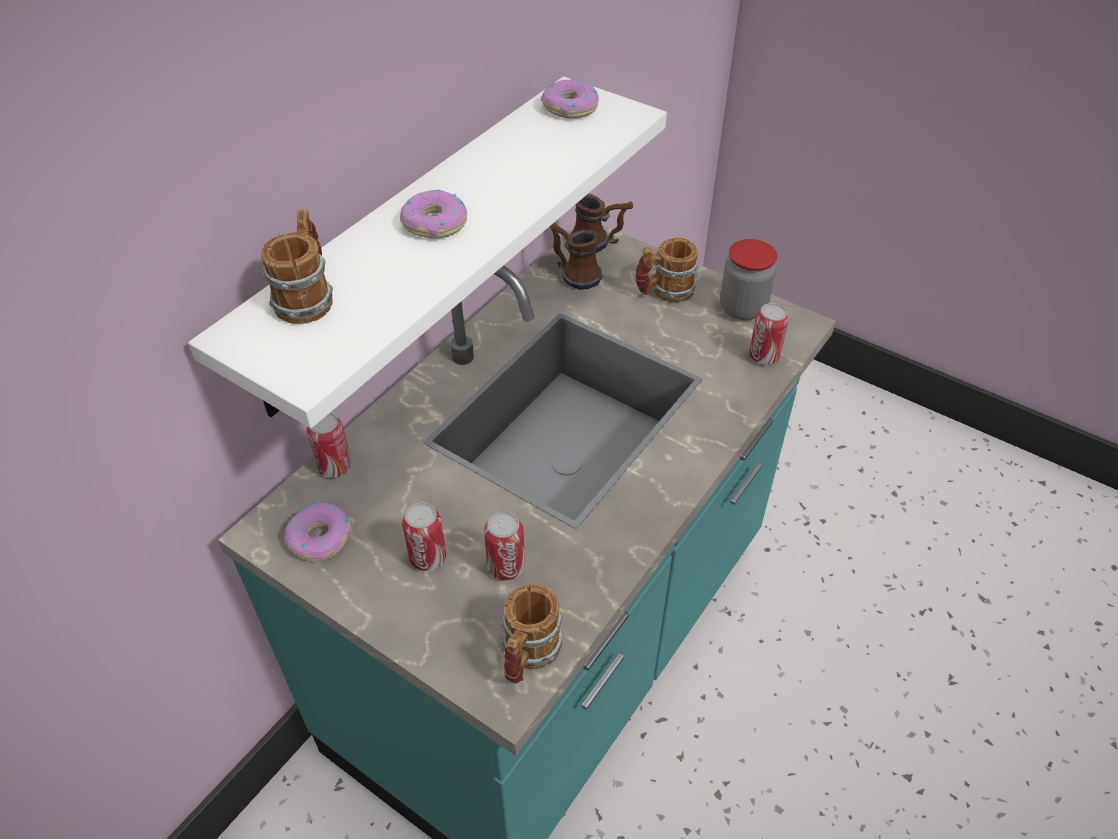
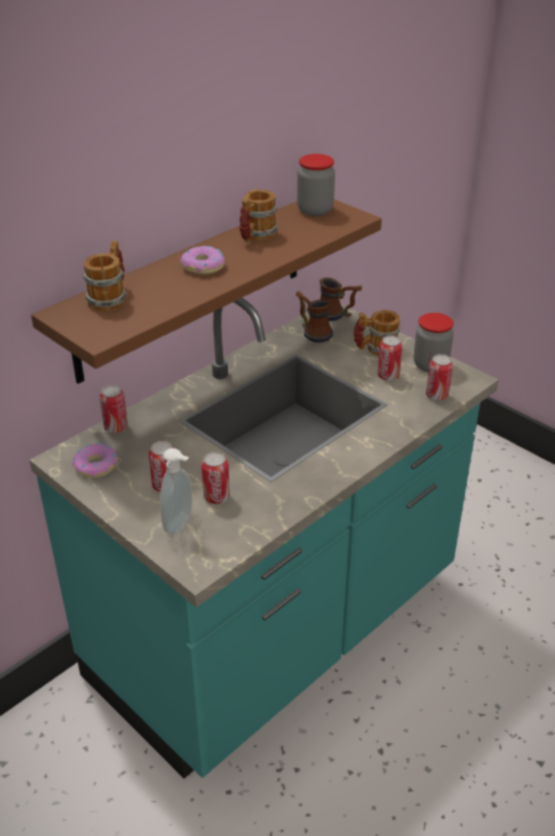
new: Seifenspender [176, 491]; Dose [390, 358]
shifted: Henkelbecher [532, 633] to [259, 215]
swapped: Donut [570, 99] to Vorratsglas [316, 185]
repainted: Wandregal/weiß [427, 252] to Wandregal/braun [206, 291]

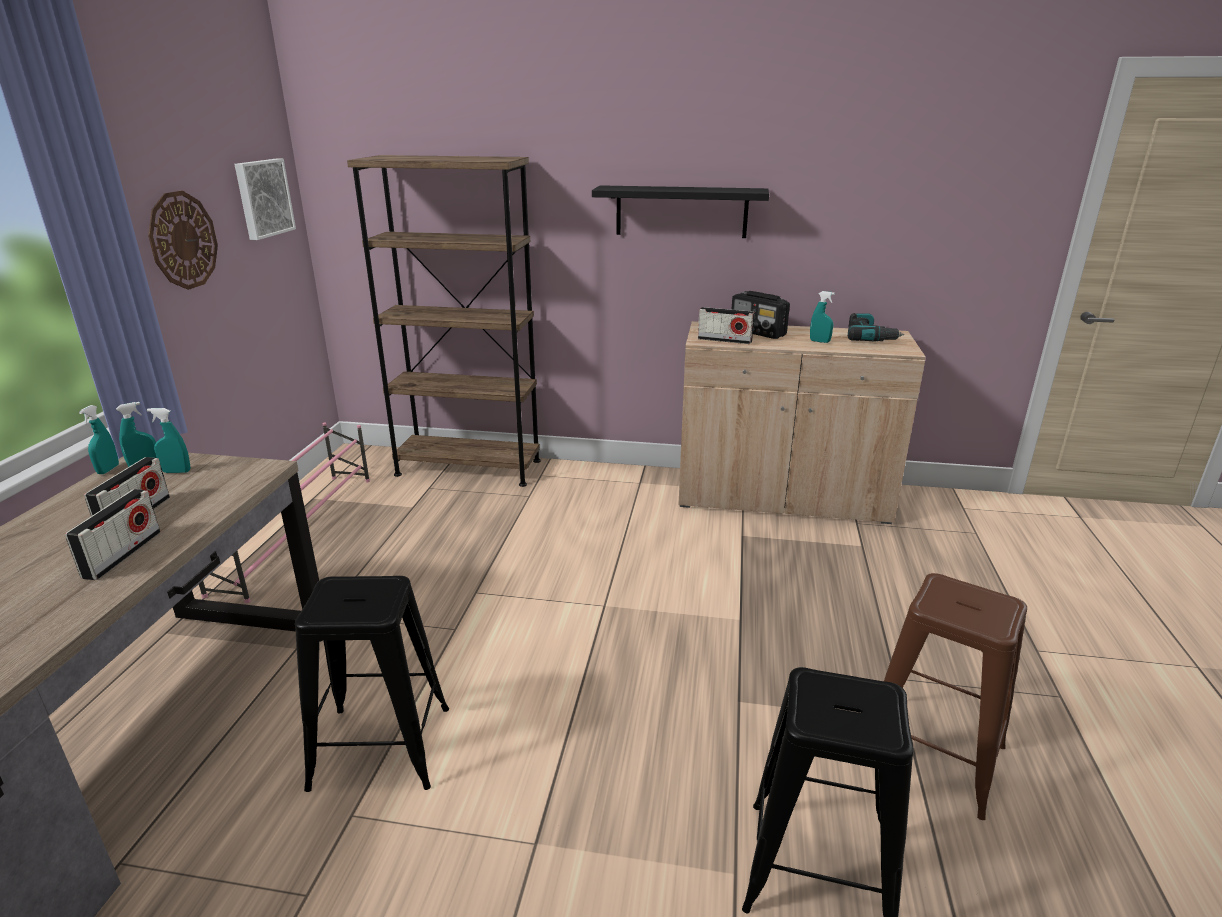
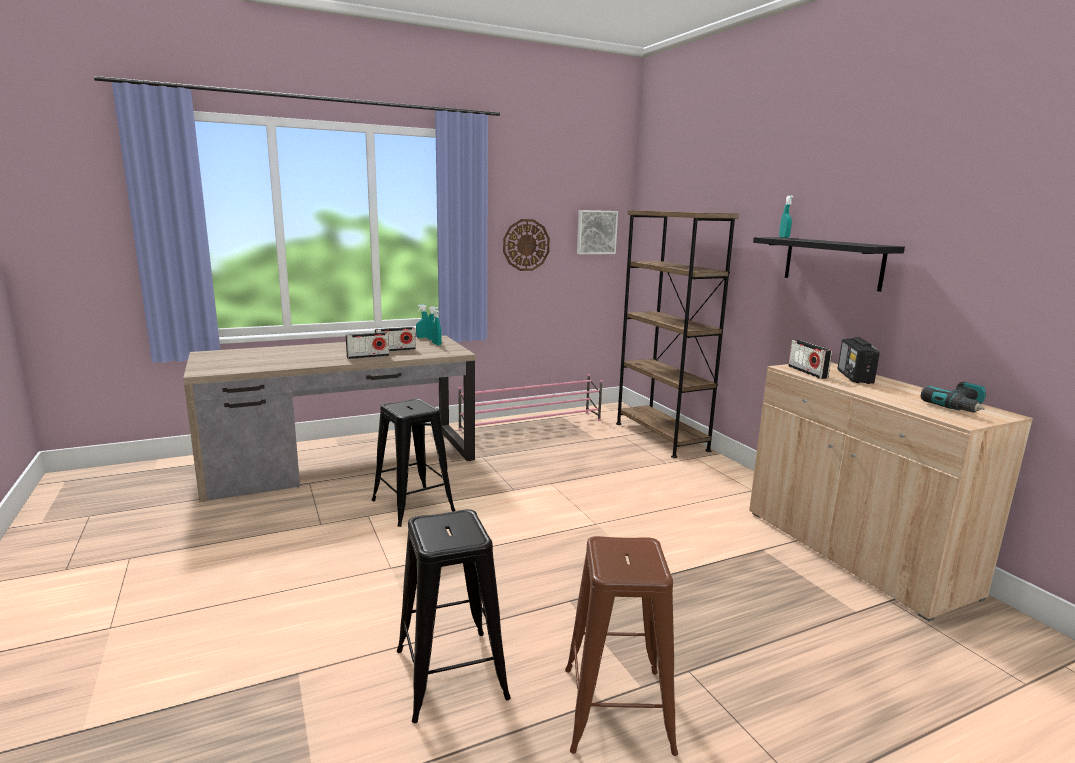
shifted: Sprühflasche/türkis [822, 317] to [786, 217]

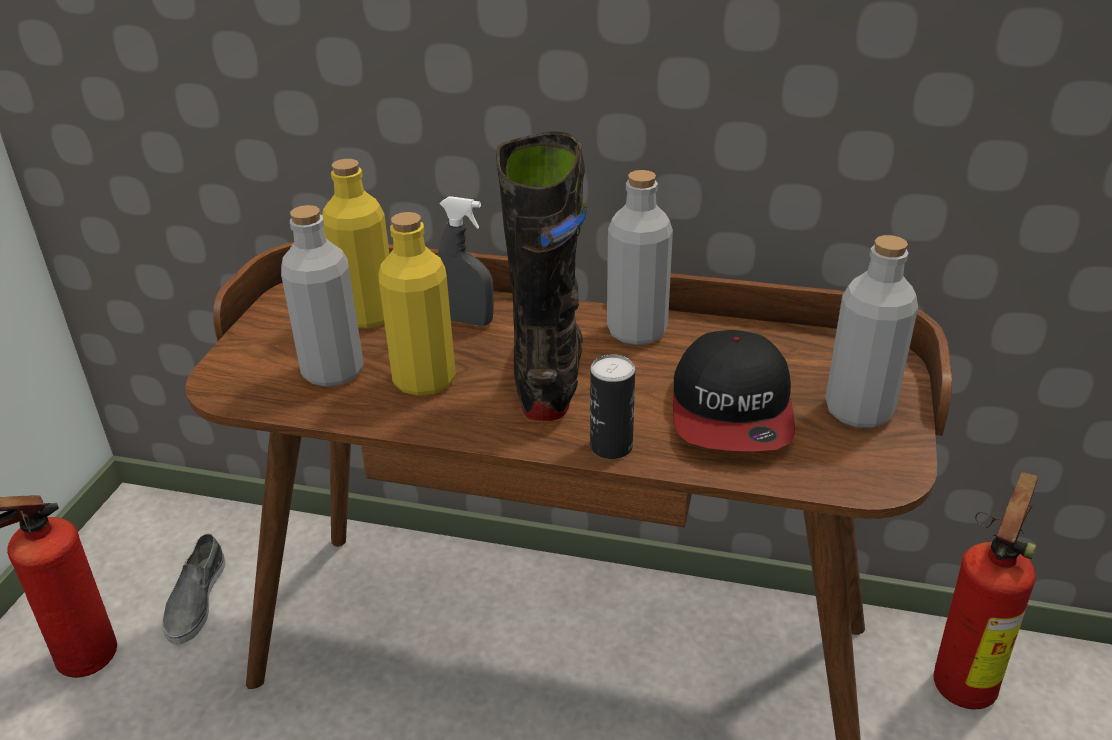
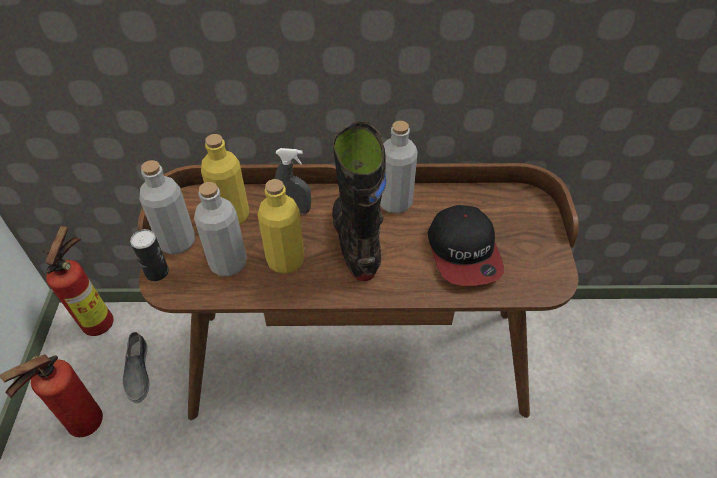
shifted: Dose [612, 407] to [149, 255]; Flasche/grau [871, 331] to [167, 207]; Feuerlöscher [985, 590] to [78, 281]

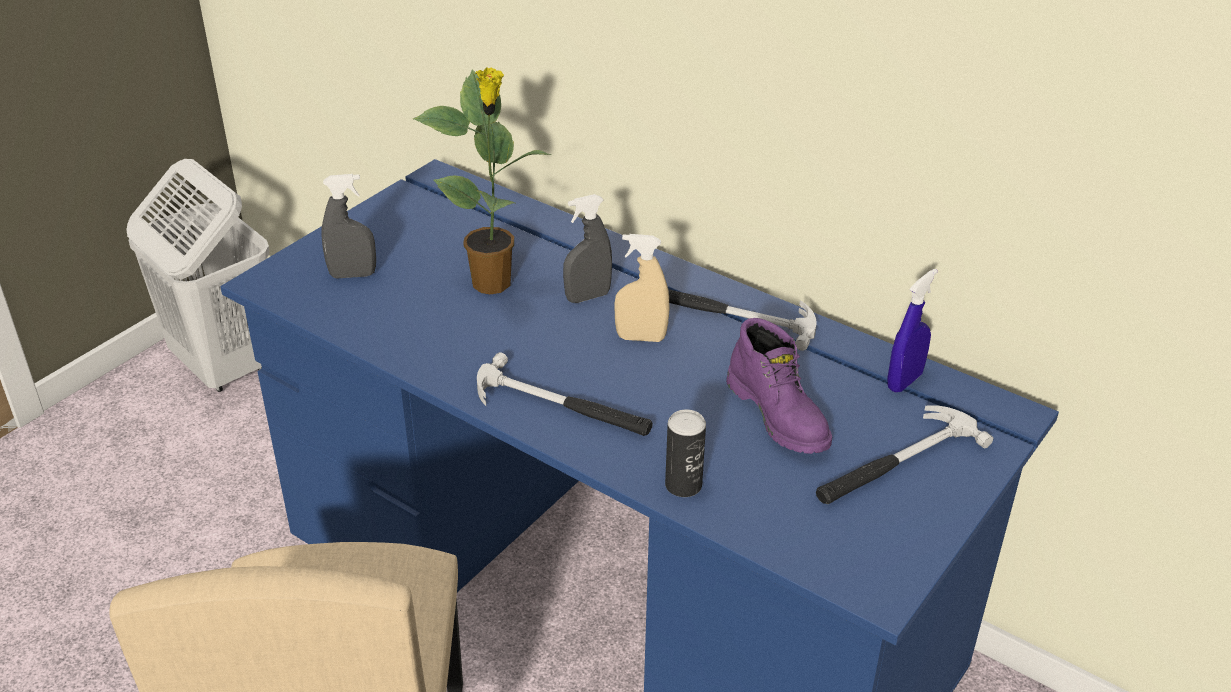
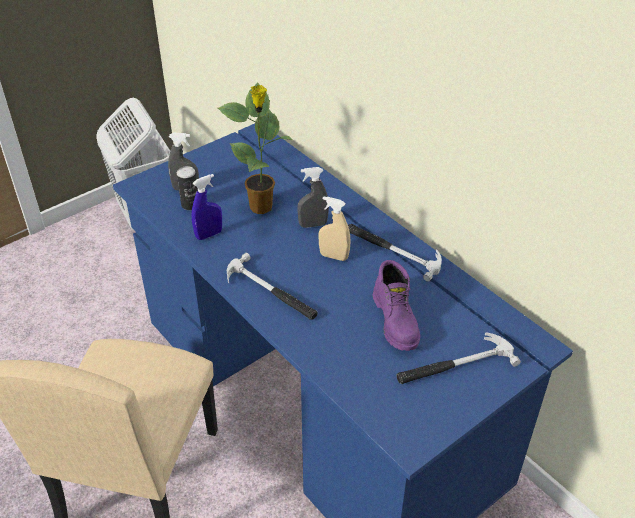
shifted: Dose [685, 453] to [187, 188]; Sprühflasche/blau [912, 331] to [207, 207]

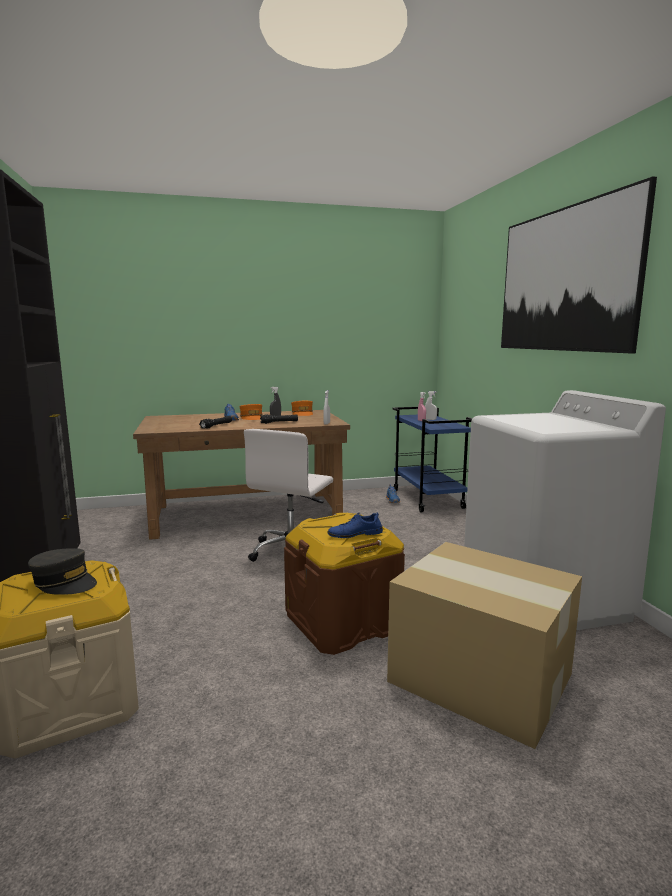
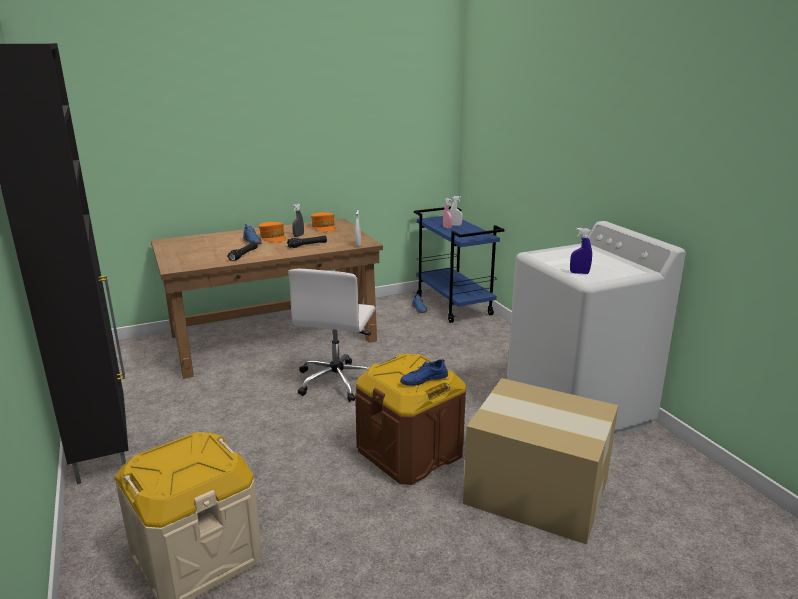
gone: Kappe/grau [62, 571]; Bild [579, 265]
new: Sprühflasche/blau [581, 251]

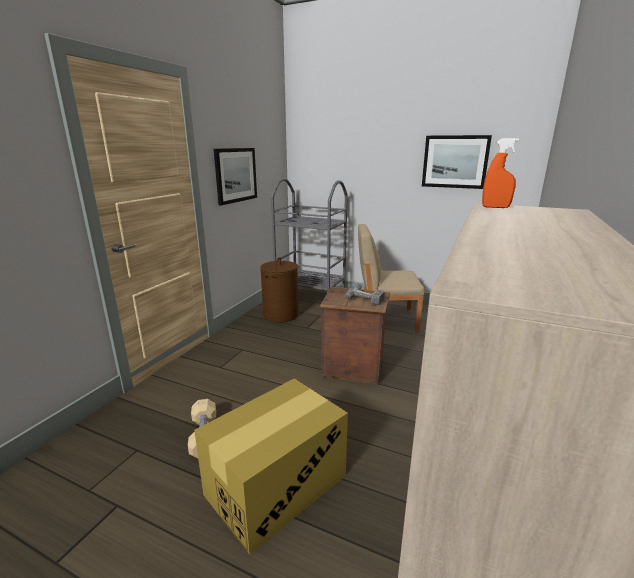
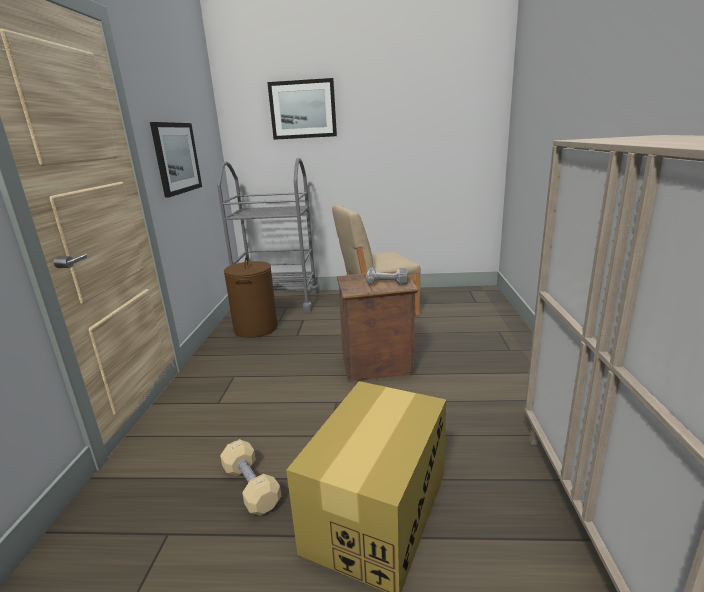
gone: Sprühflasche/orange [501, 173]
shifted: Bild [457, 162] to [302, 109]

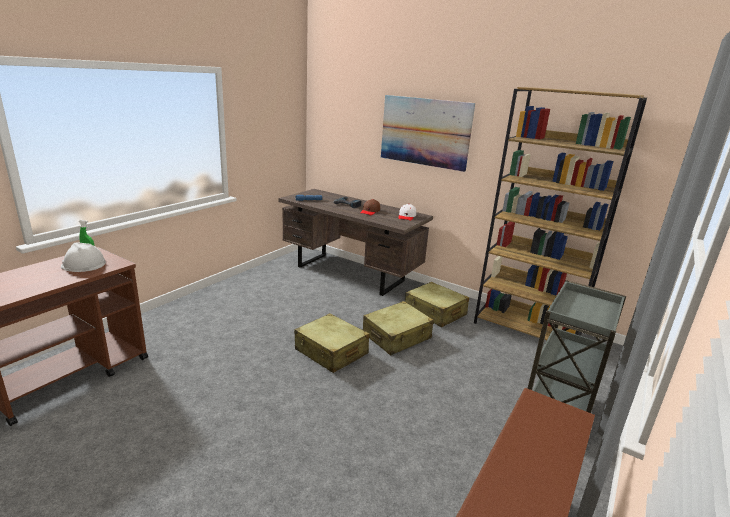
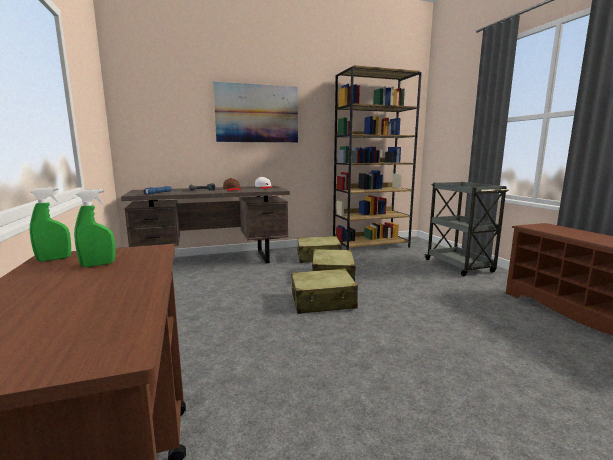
swapped: Schutzhelm/weiß [83, 257] to Sprühflasche/grün [94, 228]

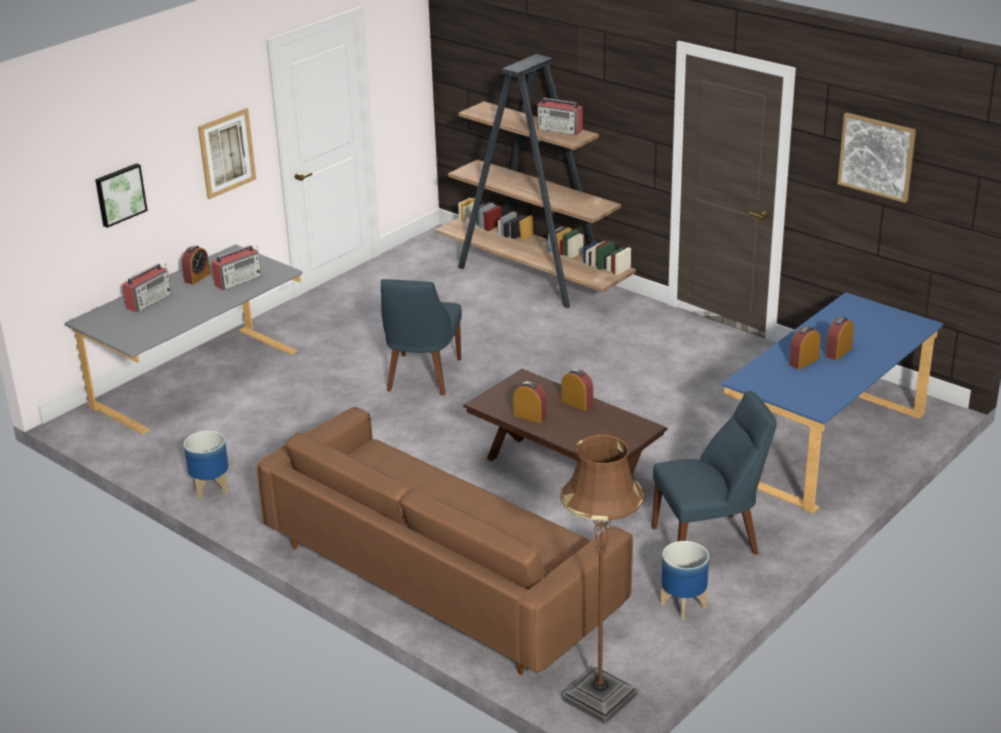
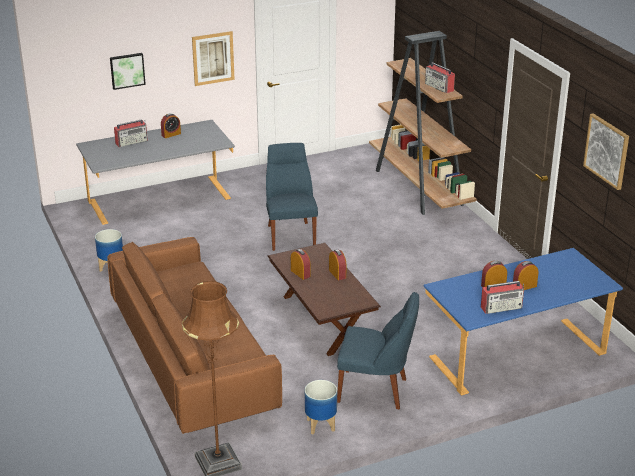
shifted: Radio [237, 267] to [502, 297]
rotated: Stuhl/blau [421, 337] = [292, 197] 135 degrees clockwise

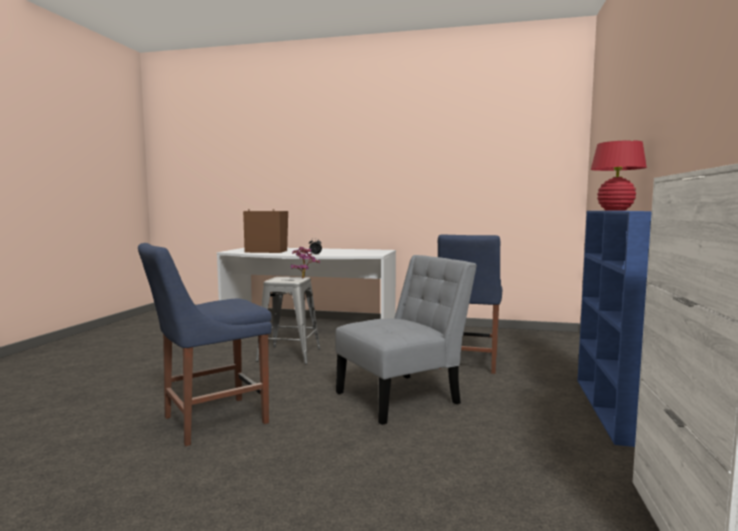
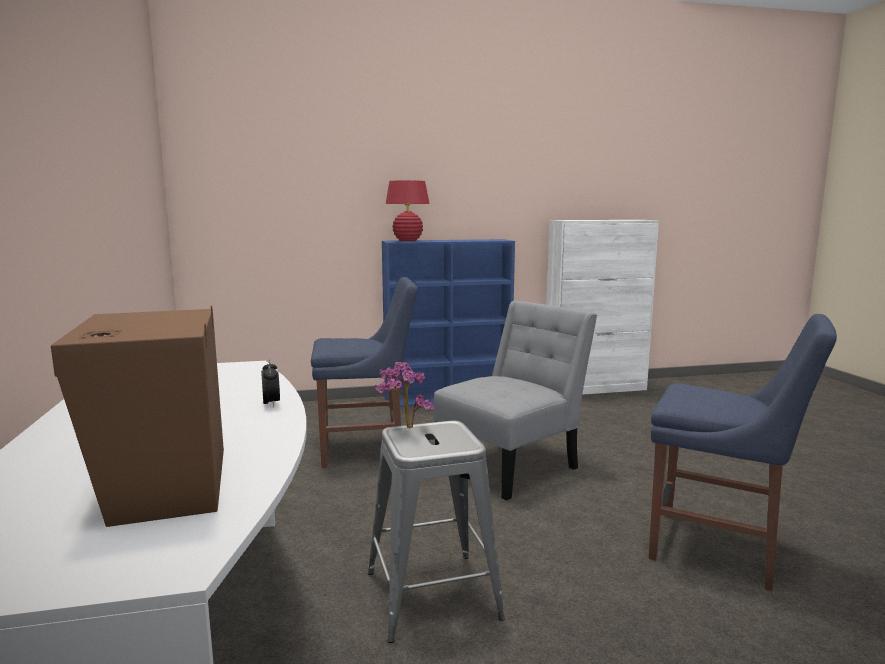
rotated: Stuhl/grau [406, 340] = [515, 400] 105 degrees clockwise

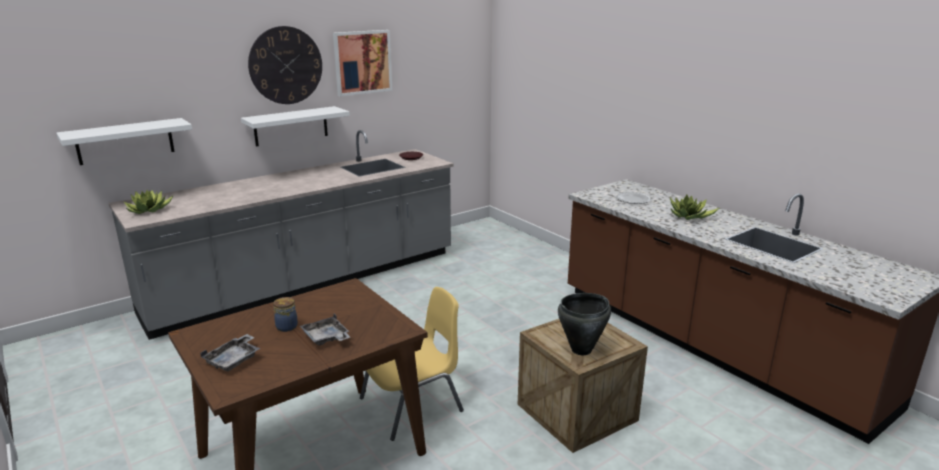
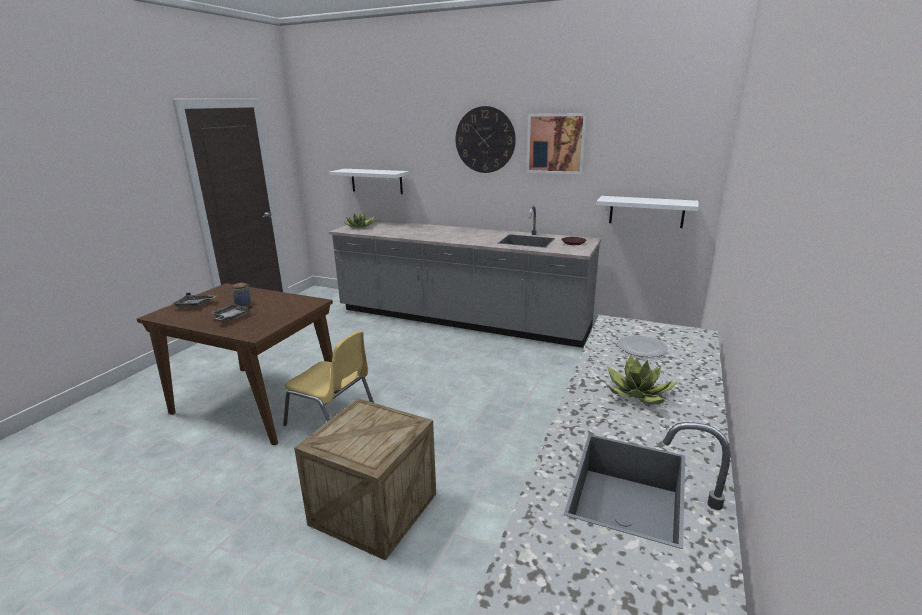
gone: Kochtopf/schwarz [584, 324]
shifted: Wandregal/weiß [295, 126] to [647, 212]

